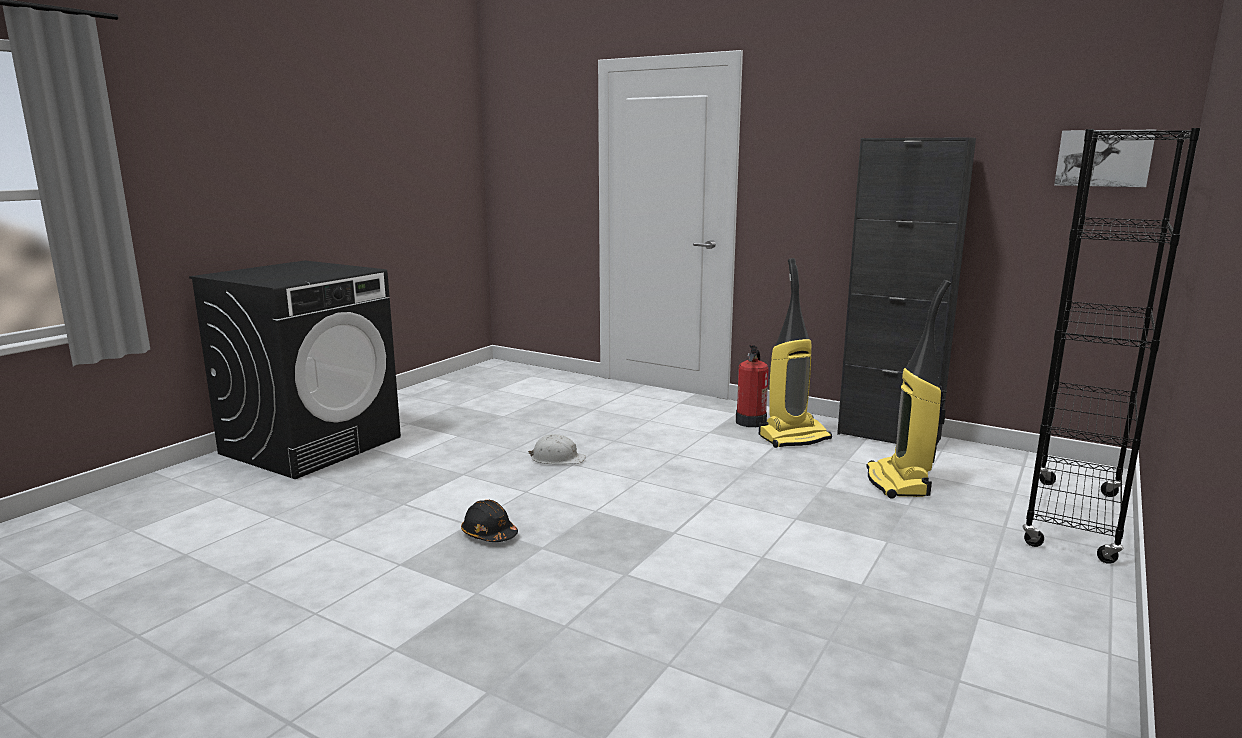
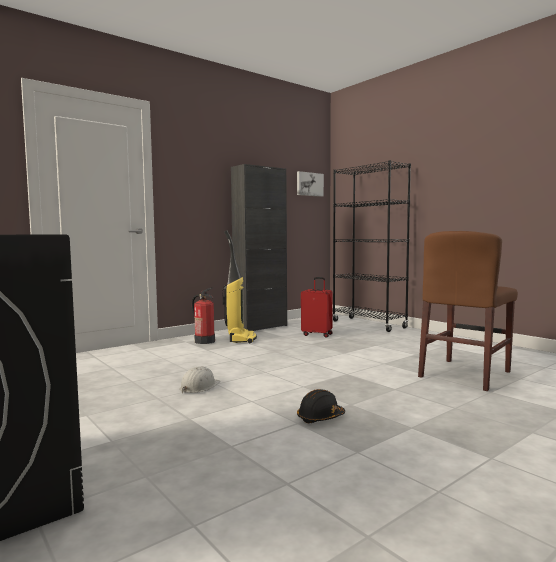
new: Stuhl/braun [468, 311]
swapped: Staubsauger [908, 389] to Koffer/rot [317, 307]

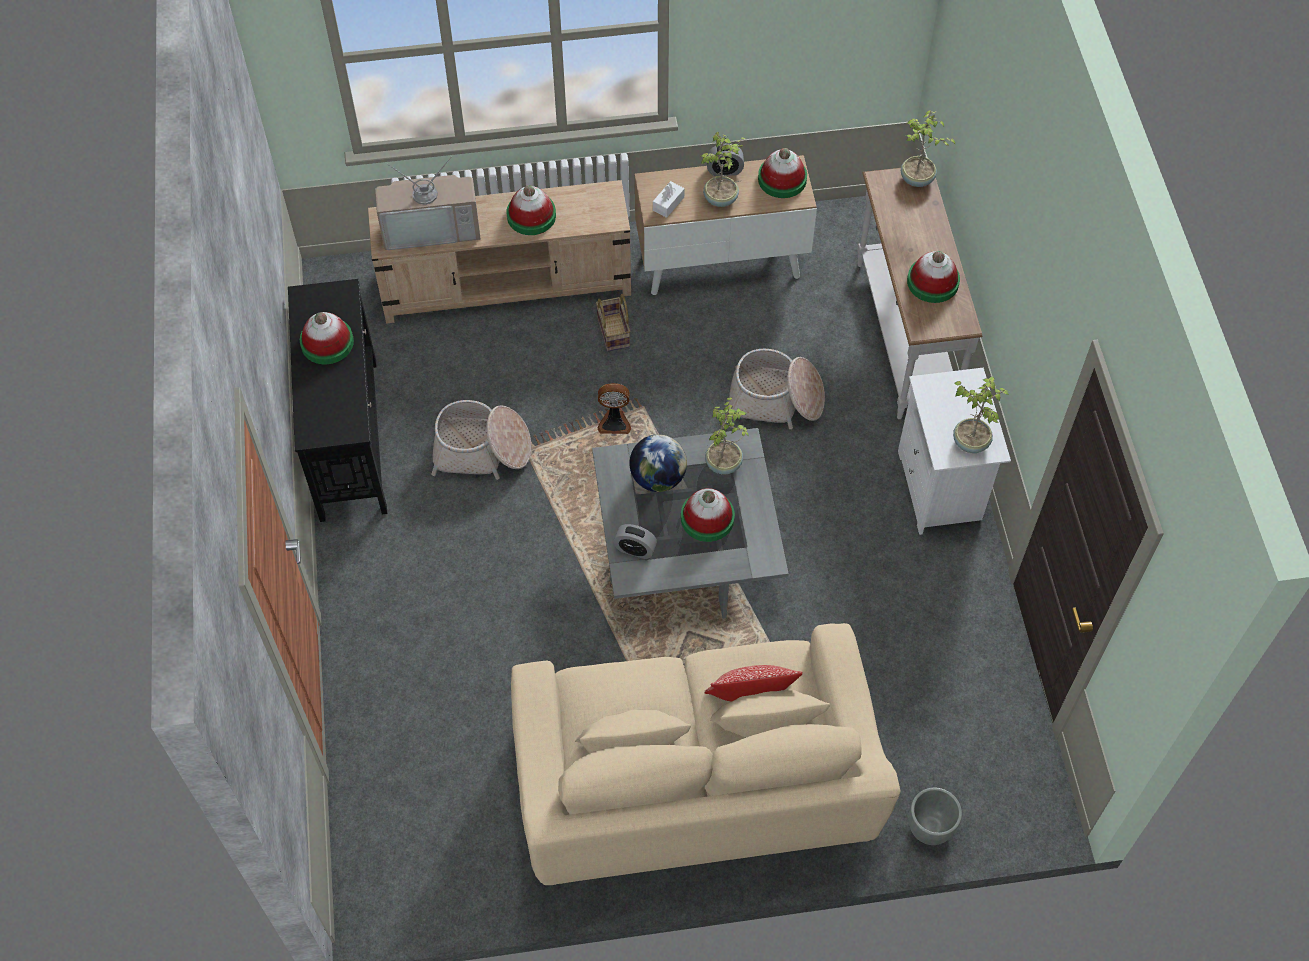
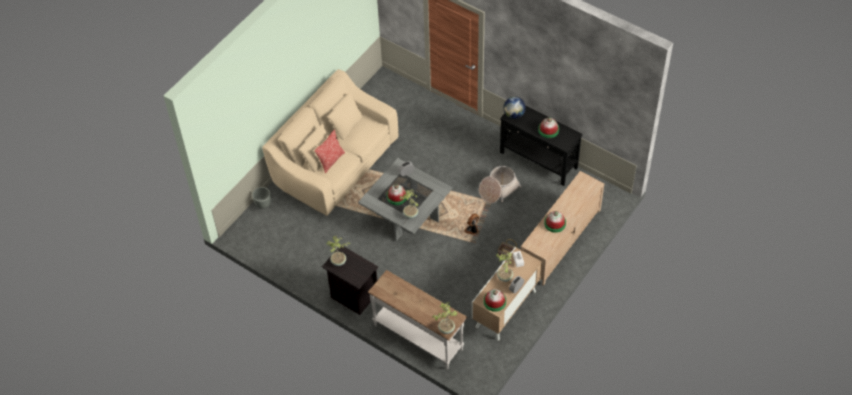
gone: Fernseher [428, 203]; Korb [777, 389]; Hut [933, 277]
shifted: Globus [658, 463] to [514, 108]
repainted: Nachttisch/weiß [954, 451] to Nachttisch/schwarz [350, 280]

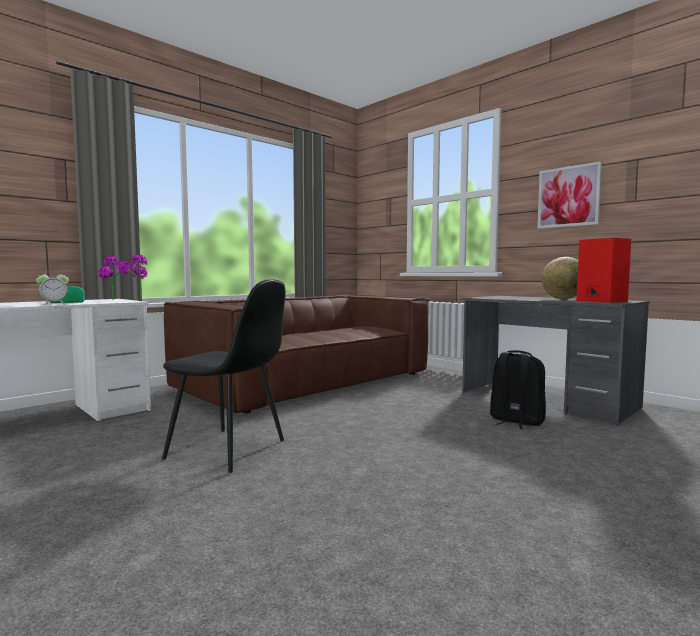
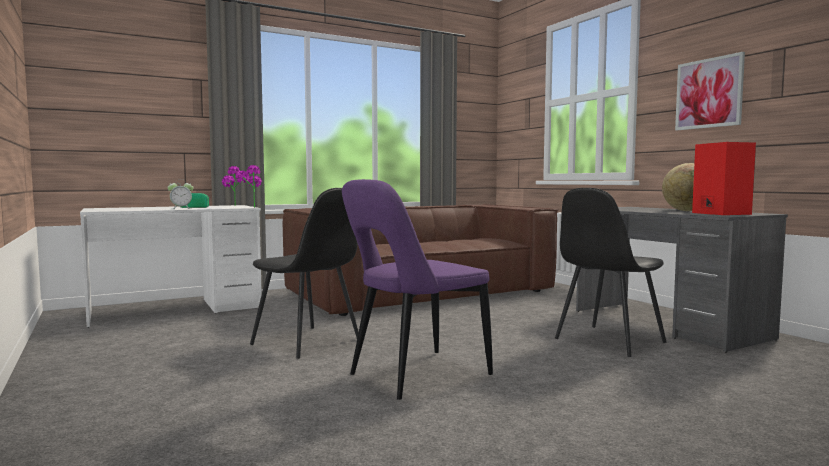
new: Stuhl/lila [417, 289]
swapped: Rucksack/schwarz [518, 389] to Stuhl/schwarz [610, 272]

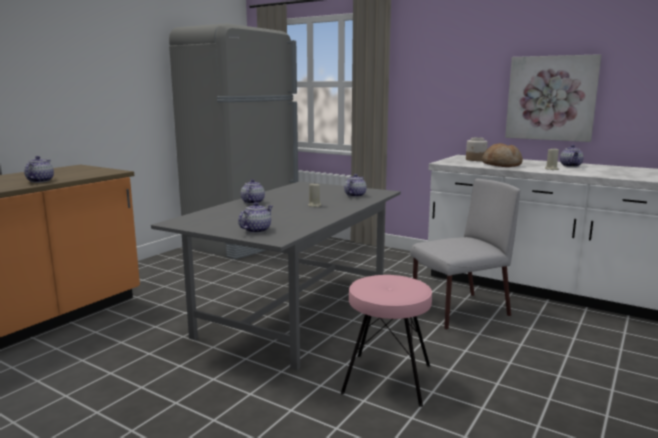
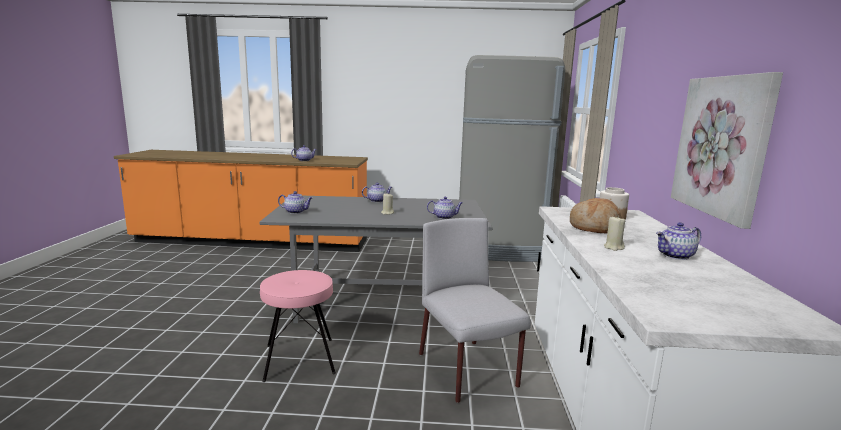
rotated: Stuhl/grau [465, 254] = [475, 310] 150 degrees counterclockwise

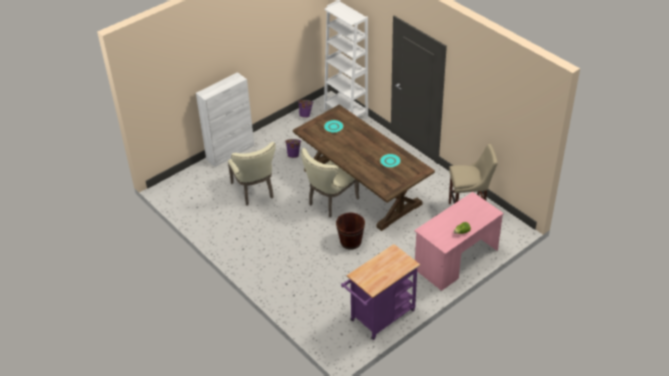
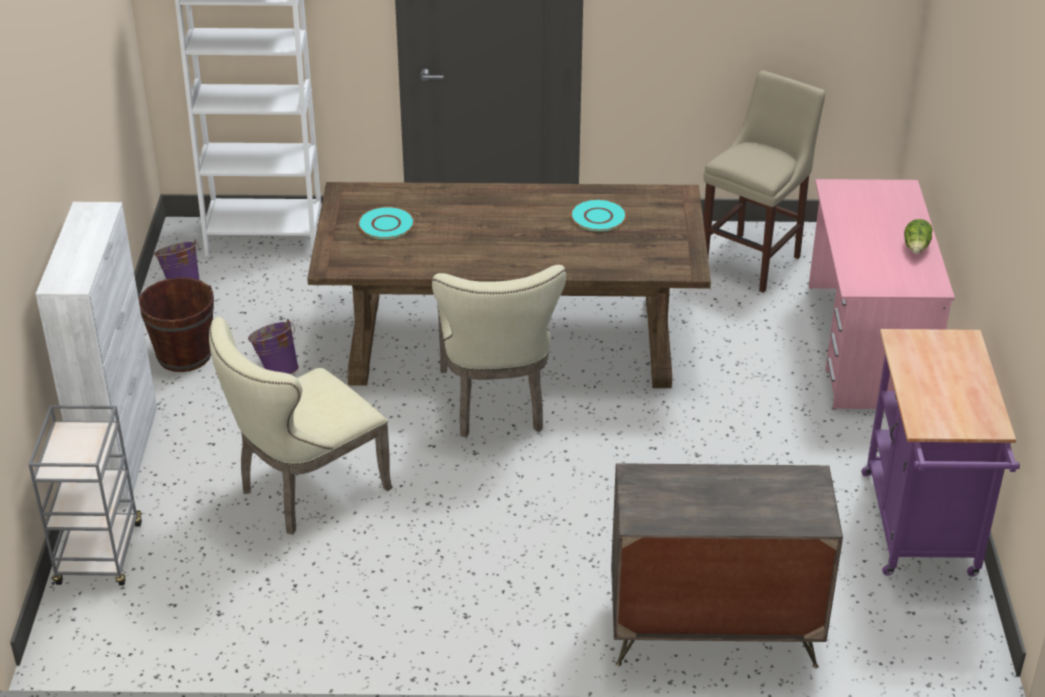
new: Rollwagen/grau [85, 495]; Kommode [727, 565]
shifted: Eimer/braun [350, 231] to [176, 324]
rotated: Stuhl/beige [252, 174] = [300, 426] 120 degrees clockwise

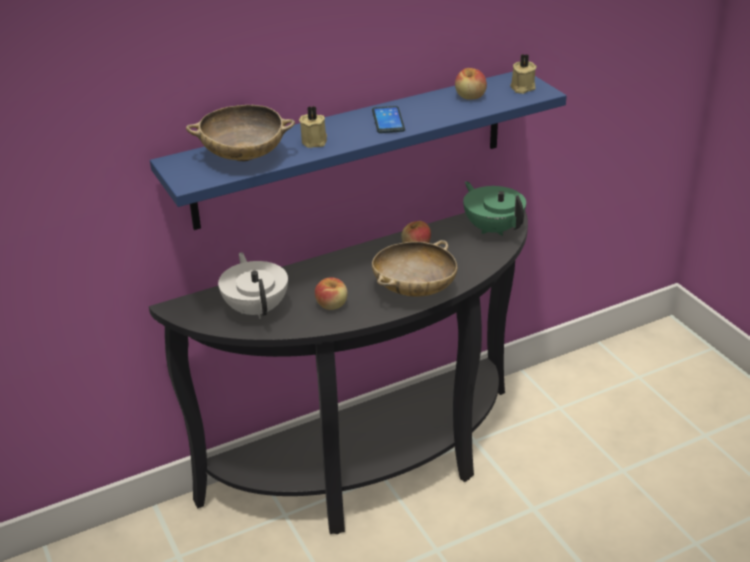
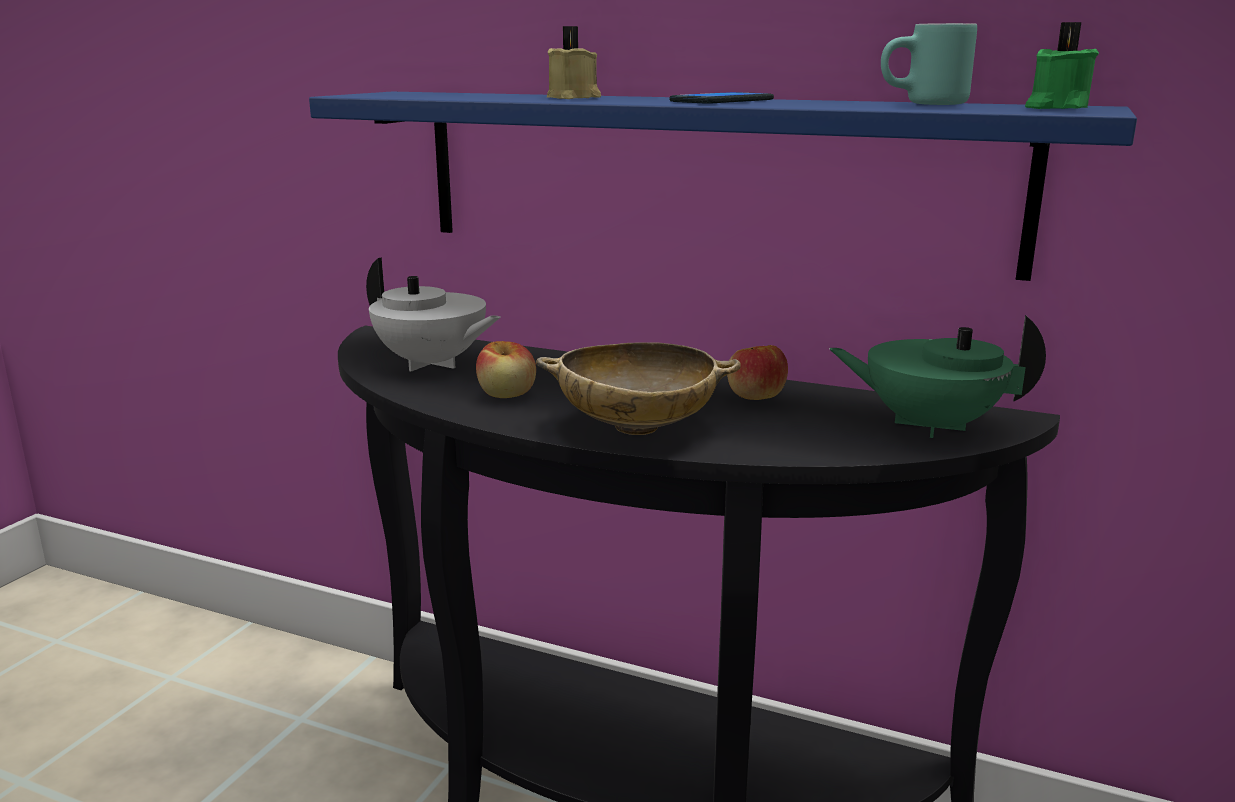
gone: Schüssel/beige [240, 133]
swapped: Apfel [471, 84] to Henkelbecher/türkis [929, 64]
repainted: Kerze/beige [523, 74] to Kerze/grün [1062, 65]
rotated: Teekanne/weiß [253, 285] = [433, 314] 90 degrees clockwise; Teekanne/grün [494, 208] = [937, 376] 90 degrees counterclockwise

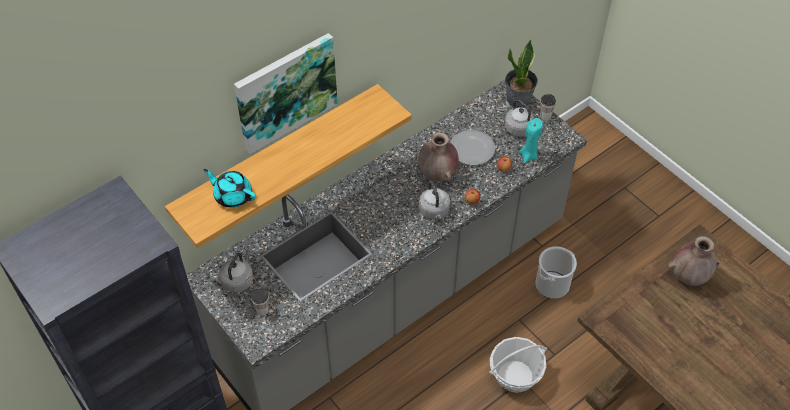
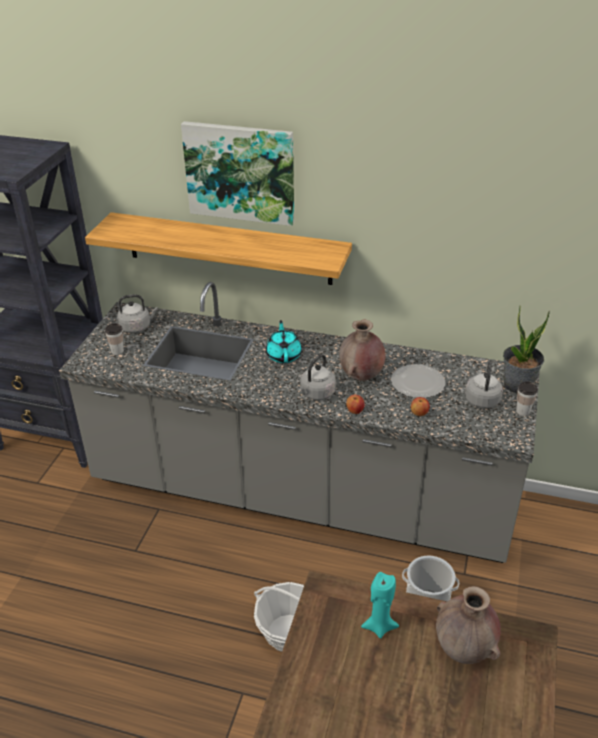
shifted: Teekanne/türkis [229, 188] to [284, 341]; Kerze/türkis [531, 140] to [380, 605]

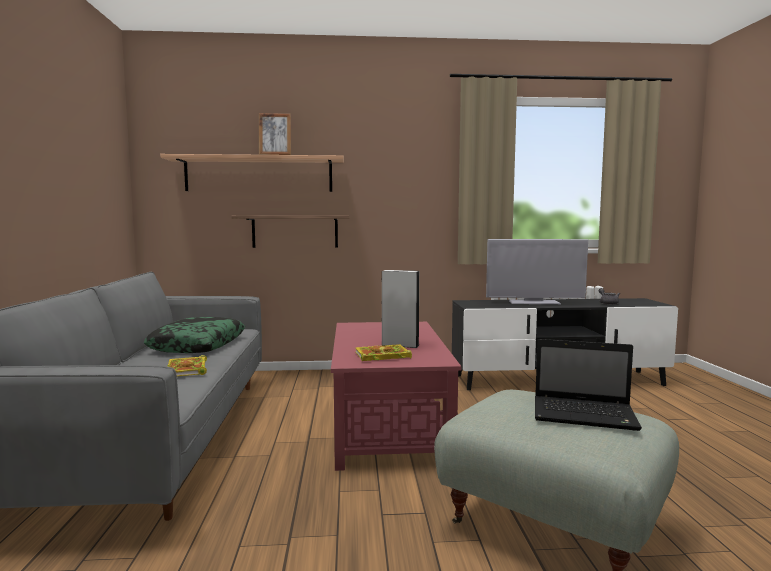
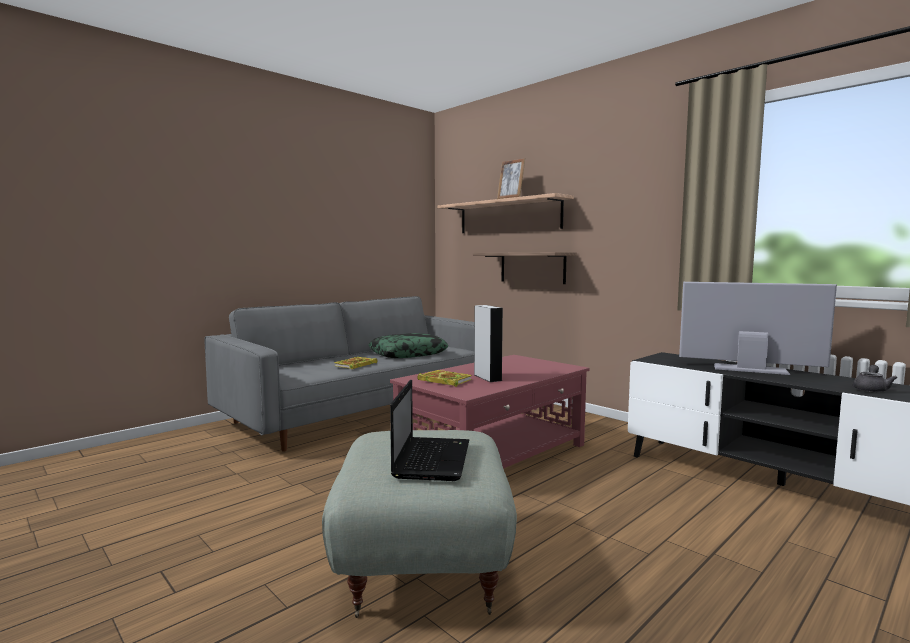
rotated: Fernseher [537, 271] = [758, 328] 150 degrees clockwise; Laptop [588, 385] = [429, 430] 150 degrees counterclockwise

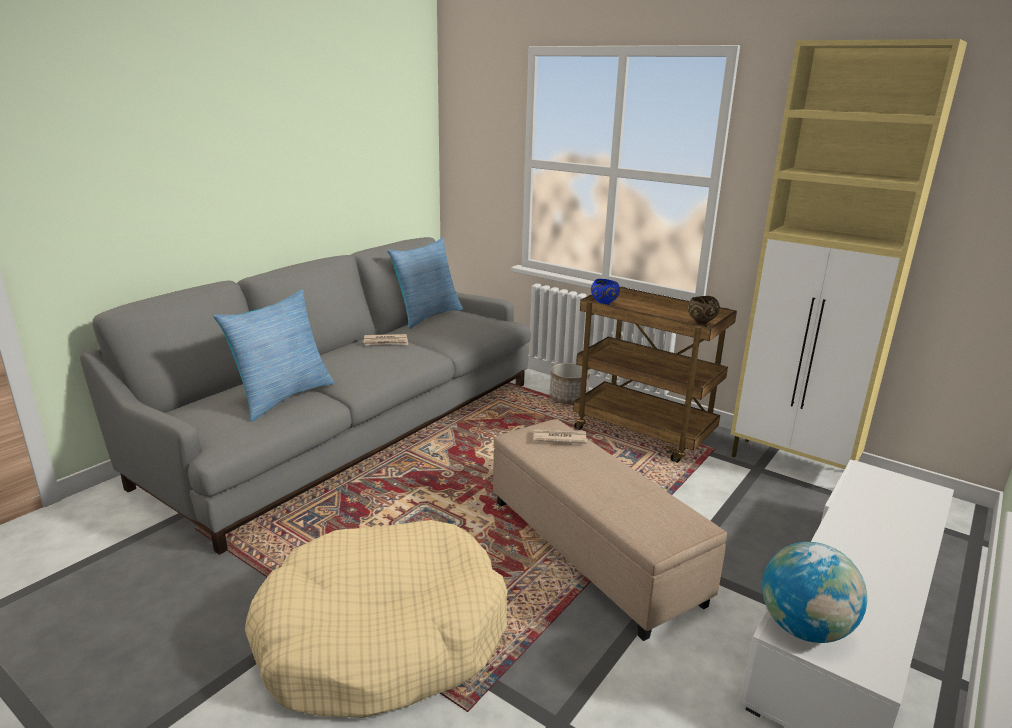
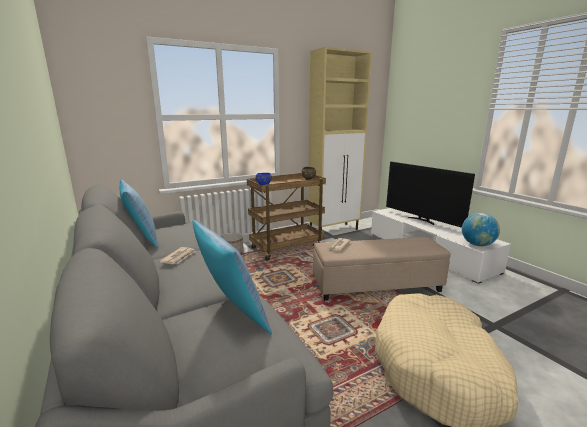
new: Fernseher [430, 195]

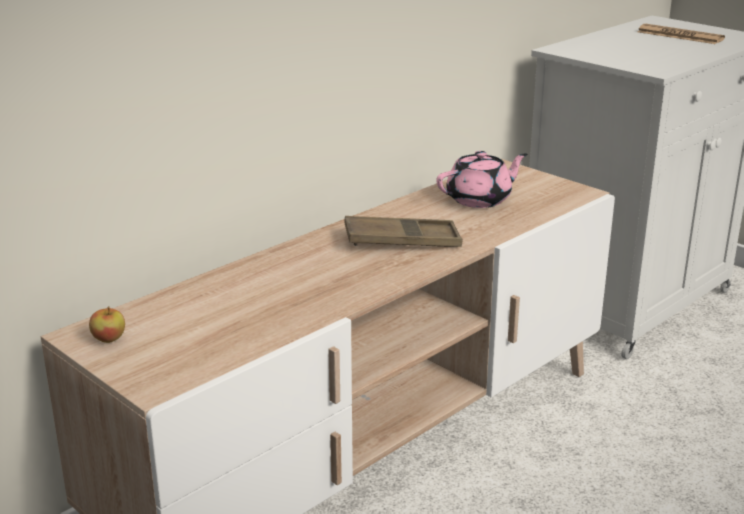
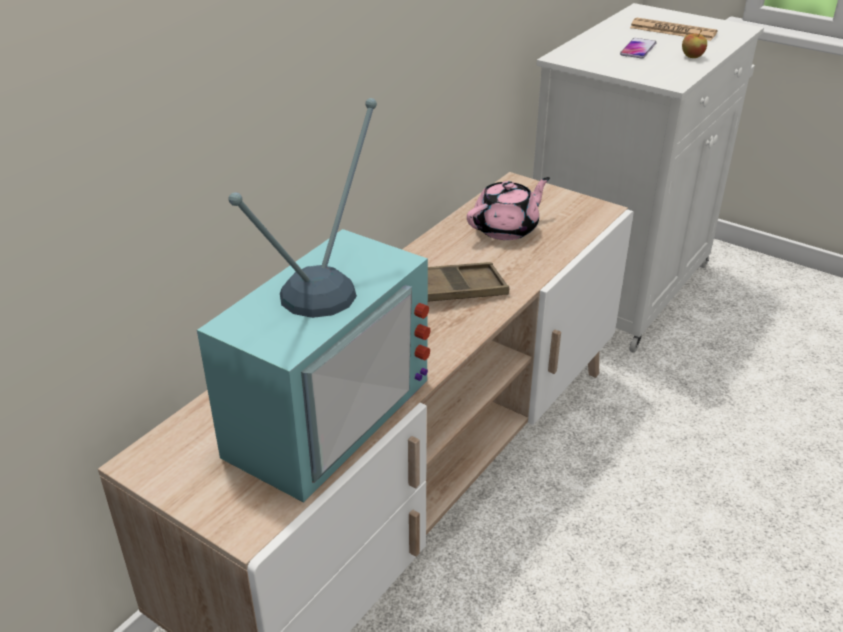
new: Fernseher [314, 300]; Handy [638, 48]
shifted: Apfel [107, 324] to [694, 44]

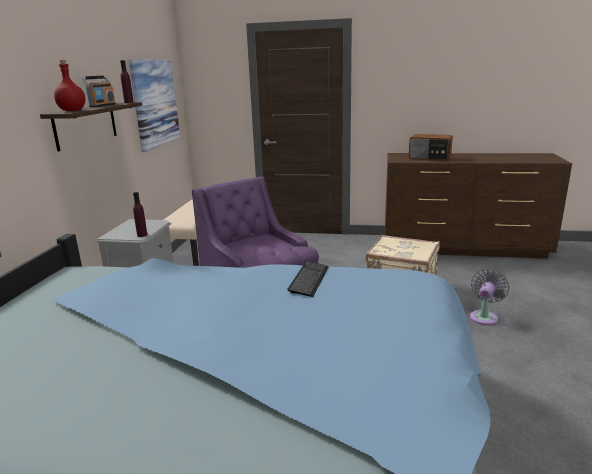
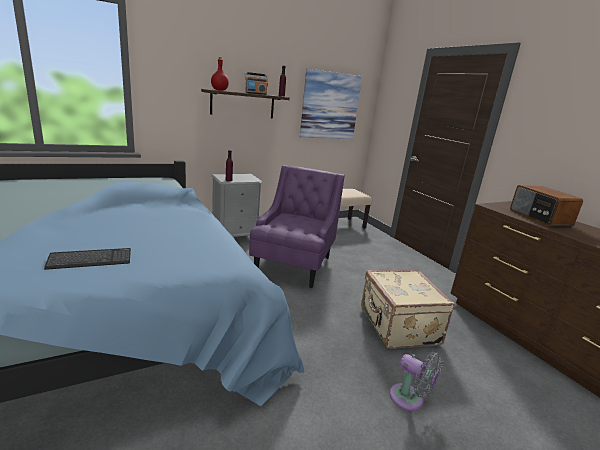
shifted: Tastatur [308, 279] to [87, 259]
rotated: Ventilator/grau [490, 297] = [416, 381] 45 degrees clockwise

